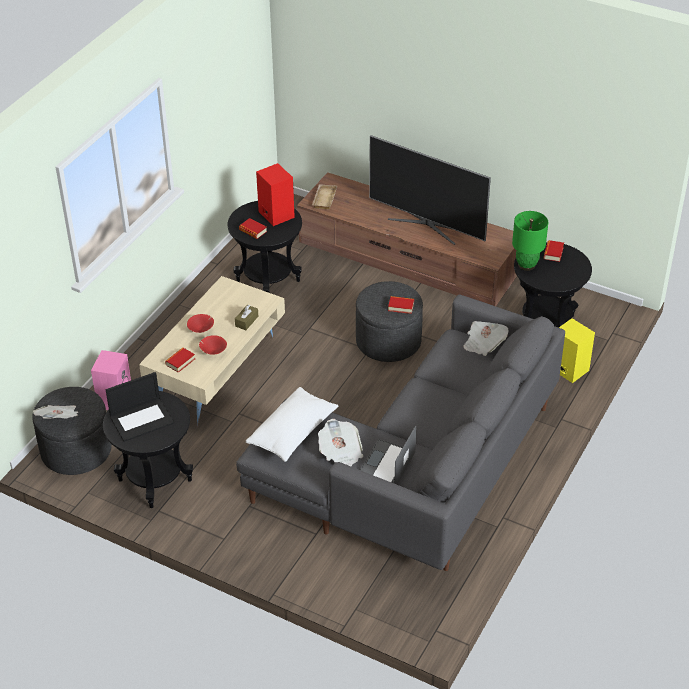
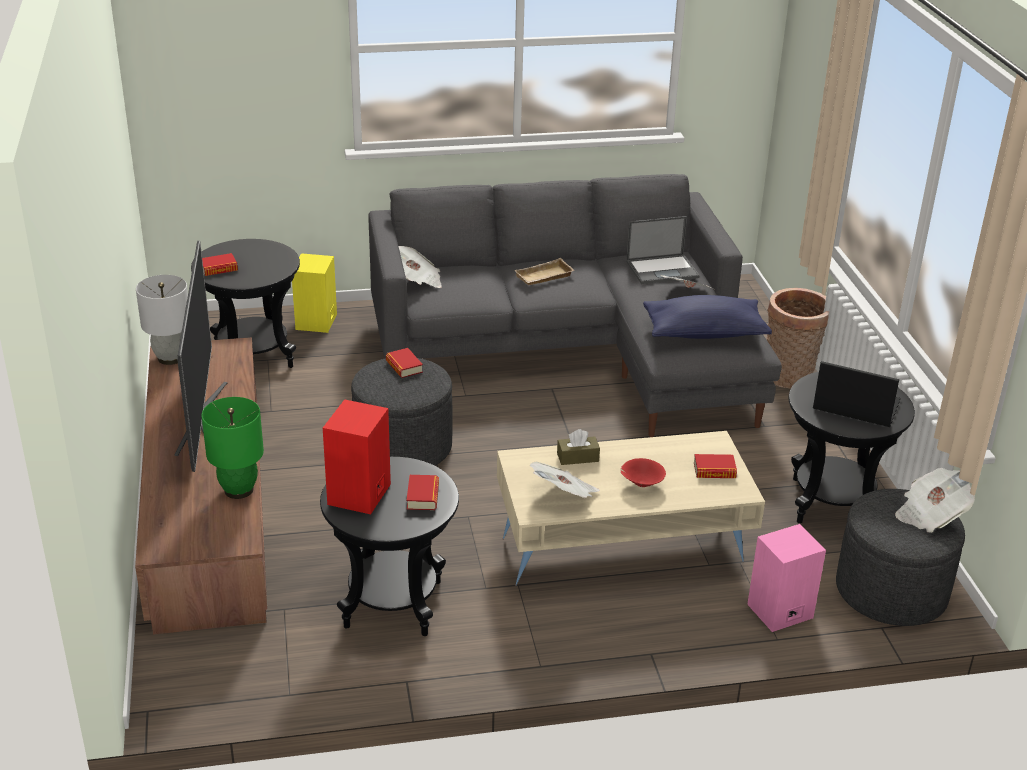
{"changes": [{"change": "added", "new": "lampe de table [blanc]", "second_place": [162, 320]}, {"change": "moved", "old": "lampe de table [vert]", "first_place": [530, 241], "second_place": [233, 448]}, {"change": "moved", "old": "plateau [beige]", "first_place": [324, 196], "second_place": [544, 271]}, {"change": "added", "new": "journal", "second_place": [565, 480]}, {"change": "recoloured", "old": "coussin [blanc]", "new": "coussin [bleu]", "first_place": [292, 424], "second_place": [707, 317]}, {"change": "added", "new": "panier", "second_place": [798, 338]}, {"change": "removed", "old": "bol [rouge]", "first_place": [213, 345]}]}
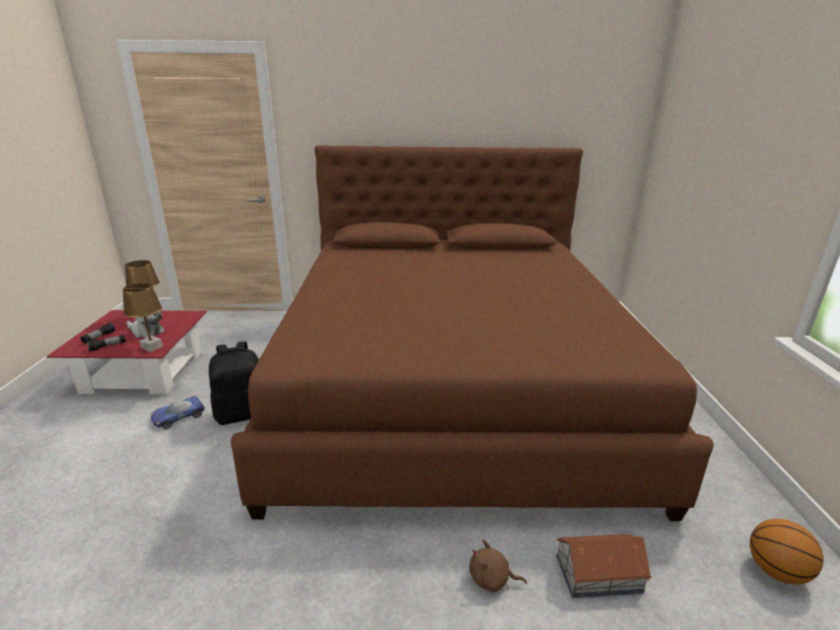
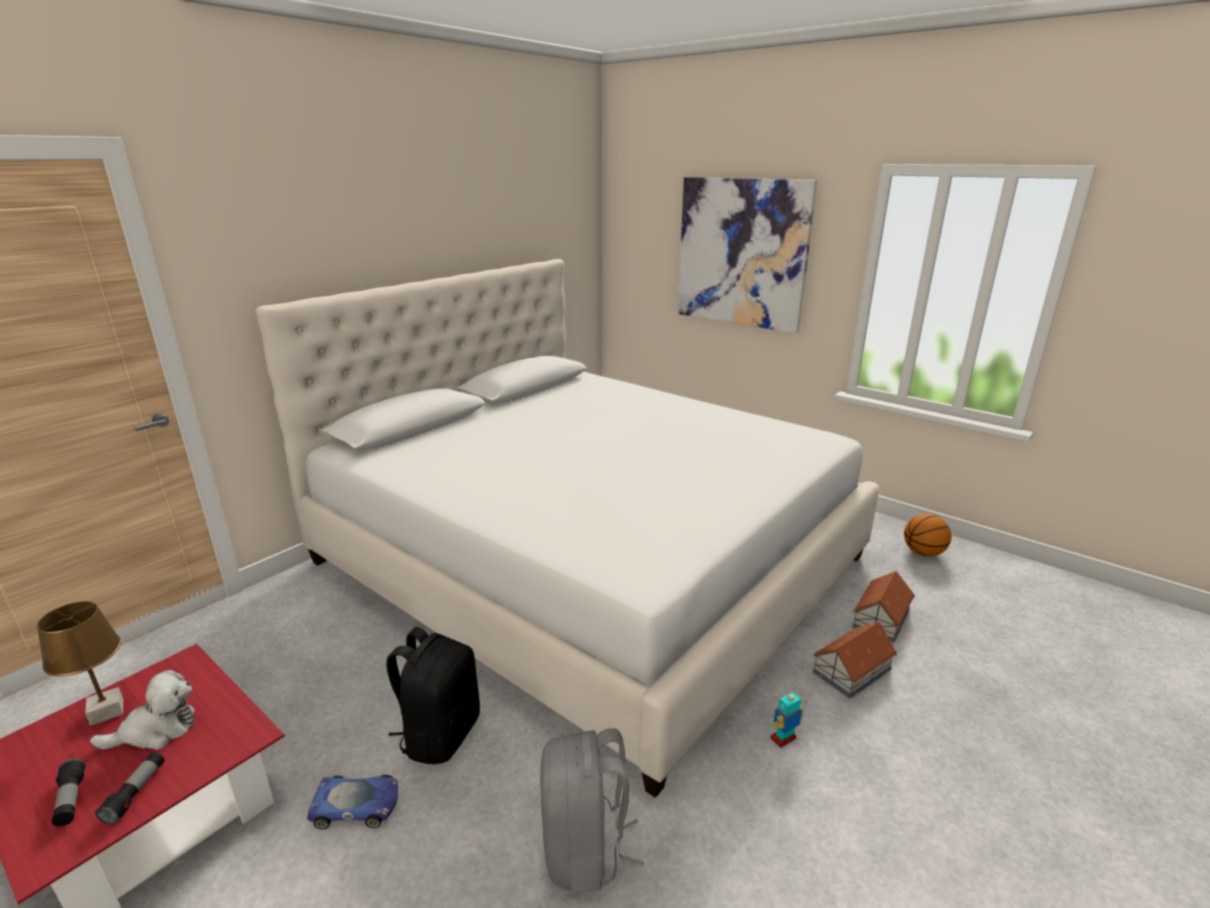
{"changes": [{"change": "recoloured", "old": "lit [marron]", "new": "lit [blanc]", "first_place": [472, 333], "second_place": [567, 528]}, {"change": "turned", "old": "petite voiture", "first_place": [178, 413], "second_place": [352, 802], "degrees": -90}, {"change": "added", "new": "sac à dos [gris]", "second_place": [592, 810]}, {"change": "added", "new": "tableau", "second_place": [747, 255]}, {"change": "added", "new": "robot jouet", "second_place": [787, 719]}, {"change": "replaced", "old": "peluche [marron]", "new": "maison miniature", "first_place": [498, 566], "second_place": [855, 660]}, {"change": "removed", "old": "lampe de table [marron]", "first_place": [143, 317]}]}
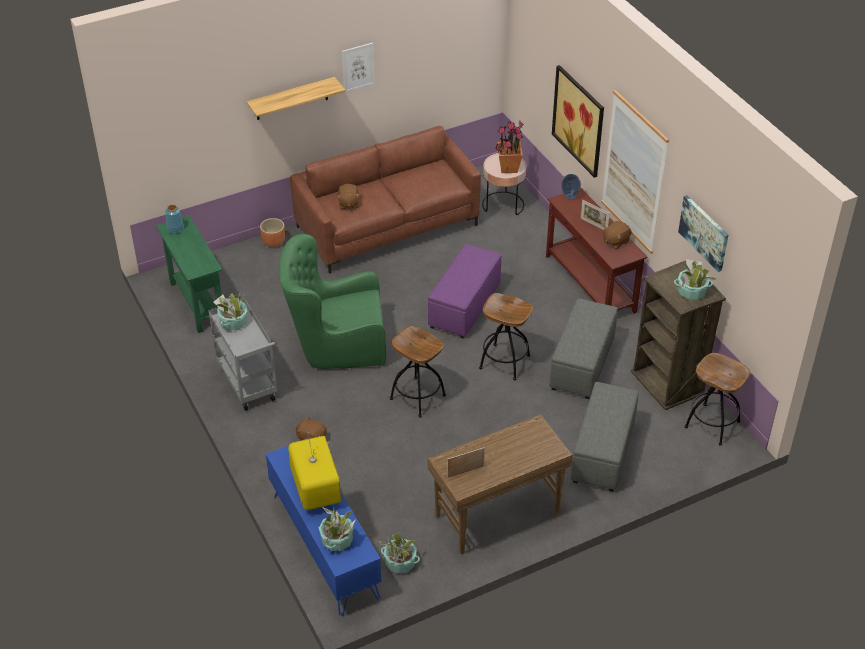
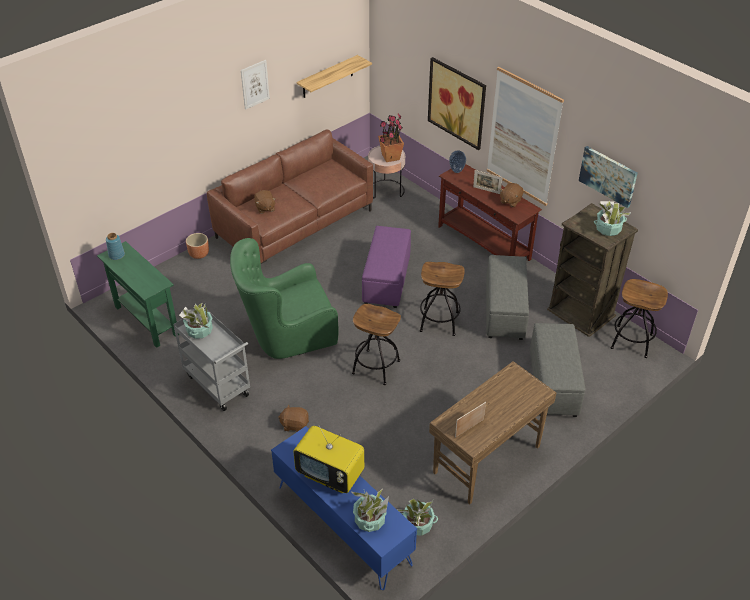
{"changes": [{"change": "turned", "old": "téléviseur", "first_place": [314, 471], "second_place": [328, 459], "degrees": 150}, {"change": "moved", "old": "étagère", "first_place": [296, 98], "second_place": [334, 76]}]}
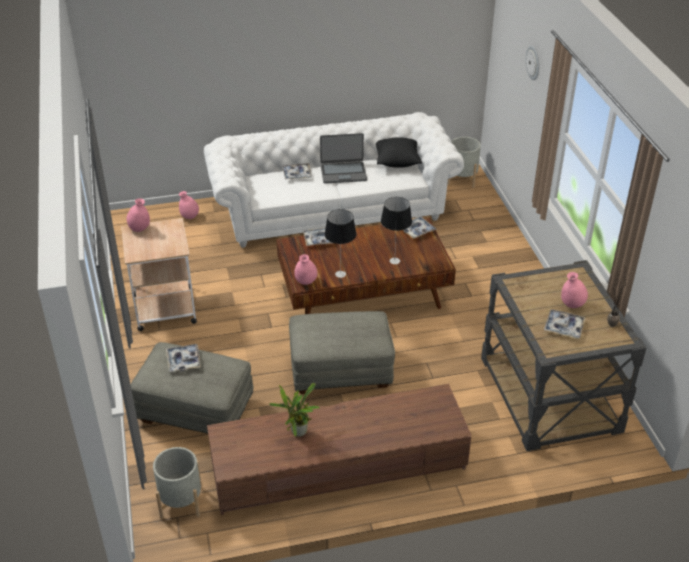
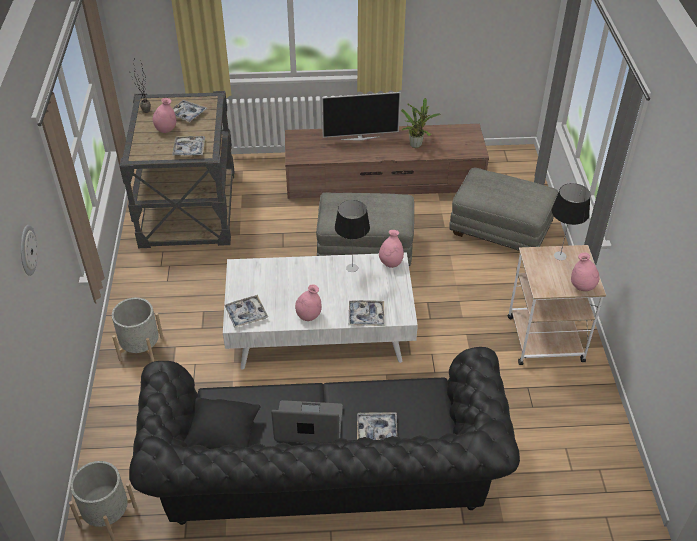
{"changes": [{"change": "moved", "old": "cache-pot [gris]", "first_place": [177, 483], "second_place": [138, 330]}, {"change": "recoloured", "old": "canapé [blanc]", "new": "canapé [noir]", "first_place": [334, 180], "second_place": [324, 436]}, {"change": "moved", "old": "plateau", "first_place": [183, 358], "second_place": [188, 146]}, {"change": "recoloured", "old": "table basse [marron]", "new": "table basse [blanc]", "first_place": [366, 266], "second_place": [320, 311]}, {"change": "moved", "old": "vase [rose]", "first_place": [189, 205], "second_place": [308, 303]}, {"change": "added", "new": "téléviseur", "second_place": [361, 116]}, {"change": "moved", "old": "lampe de table", "first_place": [396, 230], "second_place": [571, 221]}]}
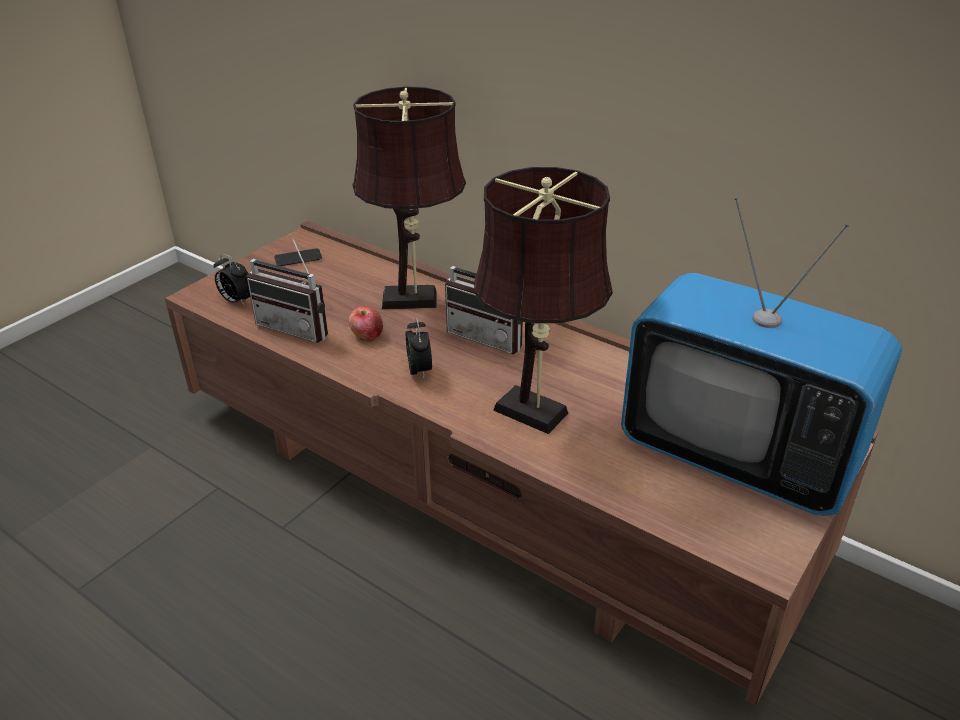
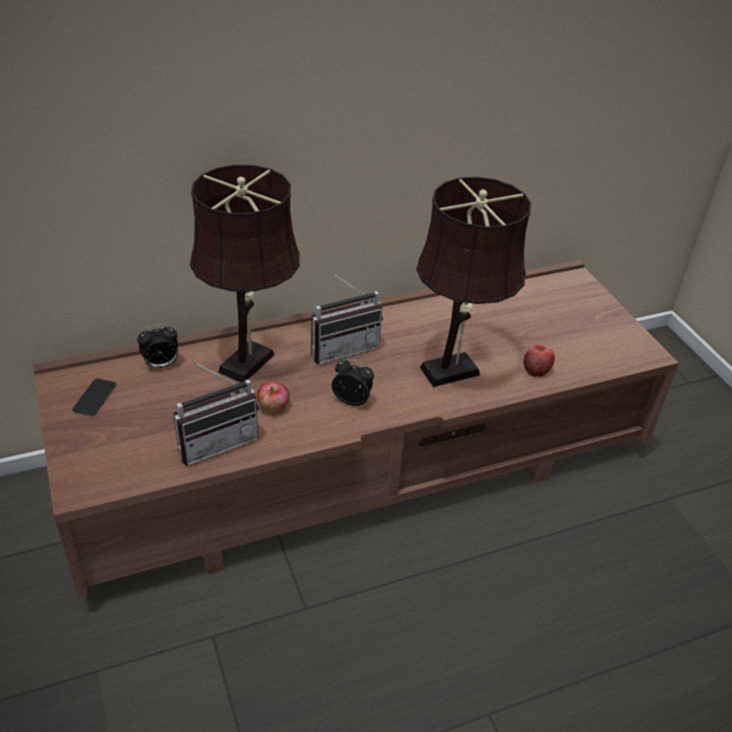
{"changes": [{"change": "moved", "old": "réveil", "first_place": [232, 280], "second_place": [157, 346]}, {"change": "added", "new": "pomme", "second_place": [539, 361]}, {"change": "removed", "old": "téléviseur", "first_place": [761, 356]}]}
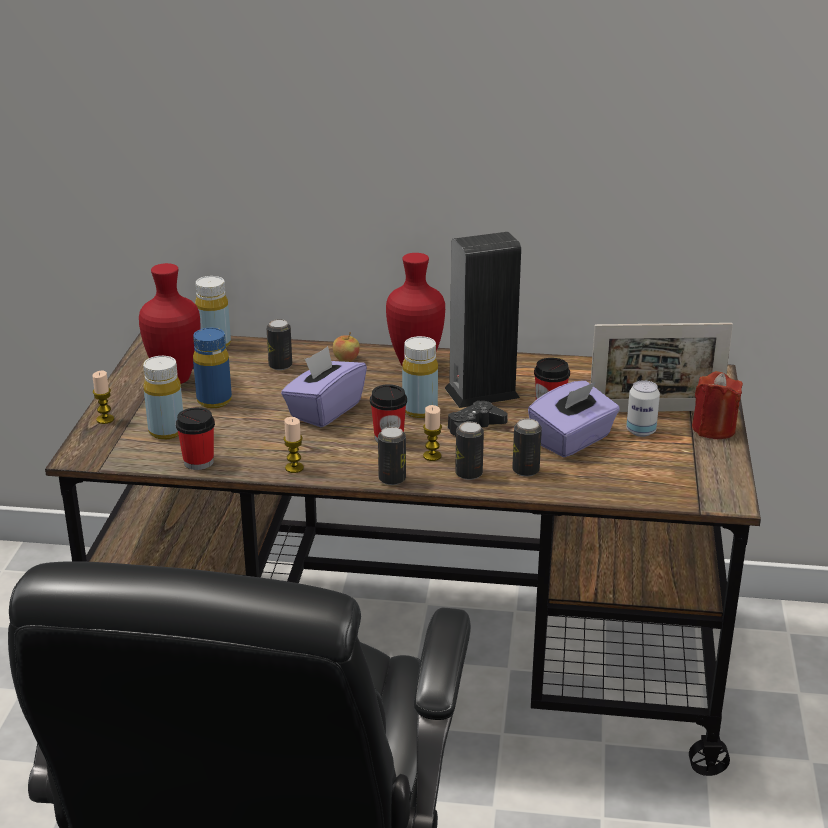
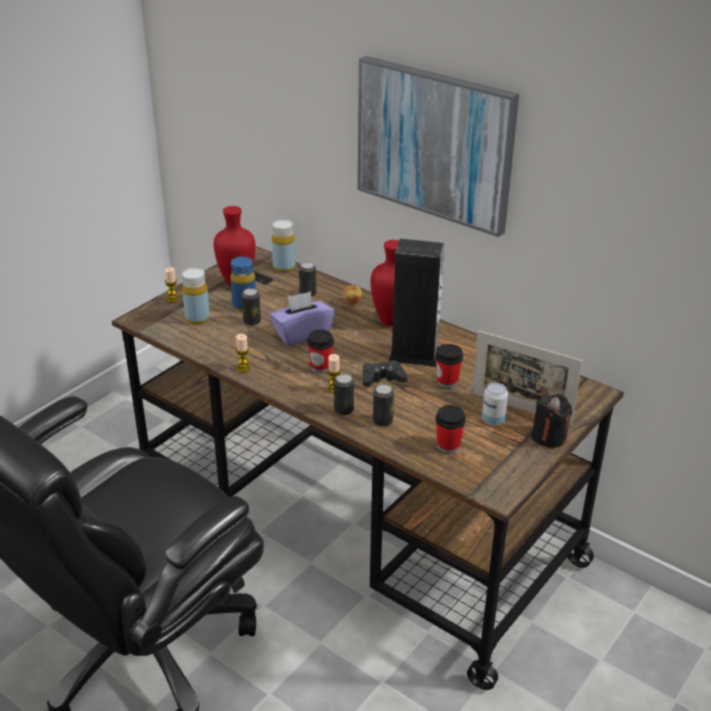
{"changes": [{"change": "moved", "old": "boîte métallique", "first_place": [392, 456], "second_place": [251, 307]}, {"change": "added", "new": "tableau", "second_place": [438, 146]}, {"change": "moved", "old": "tasse", "first_place": [195, 438], "second_place": [450, 429]}, {"change": "recoloured", "old": "bougie [rouge]", "new": "bougie [noir]", "first_place": [717, 405], "second_place": [551, 421]}, {"change": "removed", "old": "bouteille [jaune]", "first_place": [420, 377]}, {"change": "removed", "old": "boîte à mouchoirs [violet]", "first_place": [574, 419]}]}
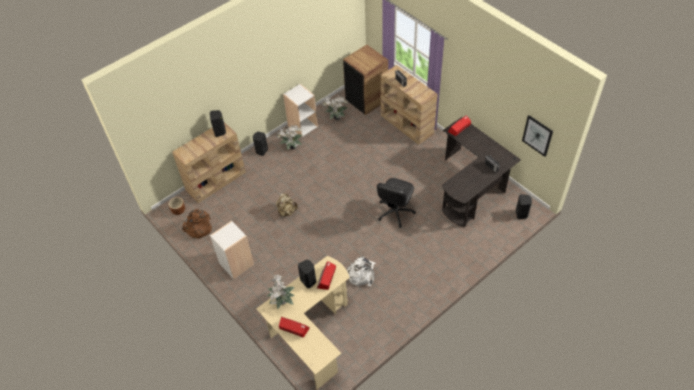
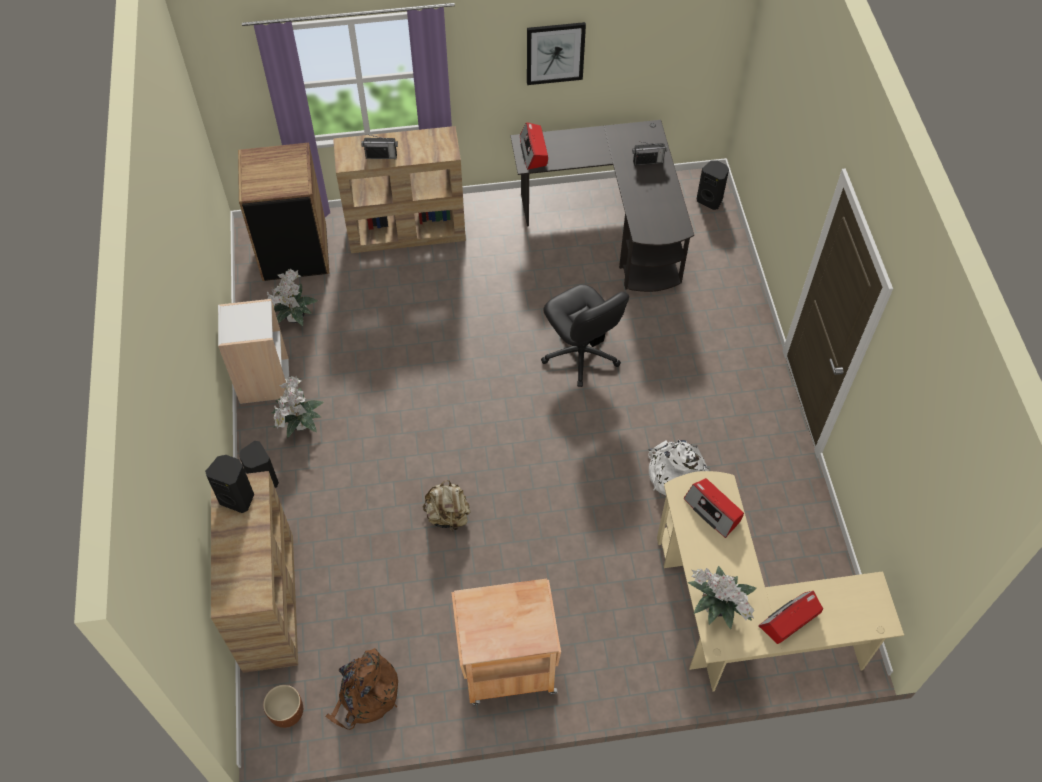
{"changes": [{"change": "replaced", "old": "bibliothèque", "new": "chariot [marron]", "first_place": [232, 250], "second_place": [506, 642]}, {"change": "moved", "old": "tableau", "first_place": [537, 136], "second_place": [556, 53]}, {"change": "removed", "old": "enceinte [noir]", "first_place": [307, 274]}]}
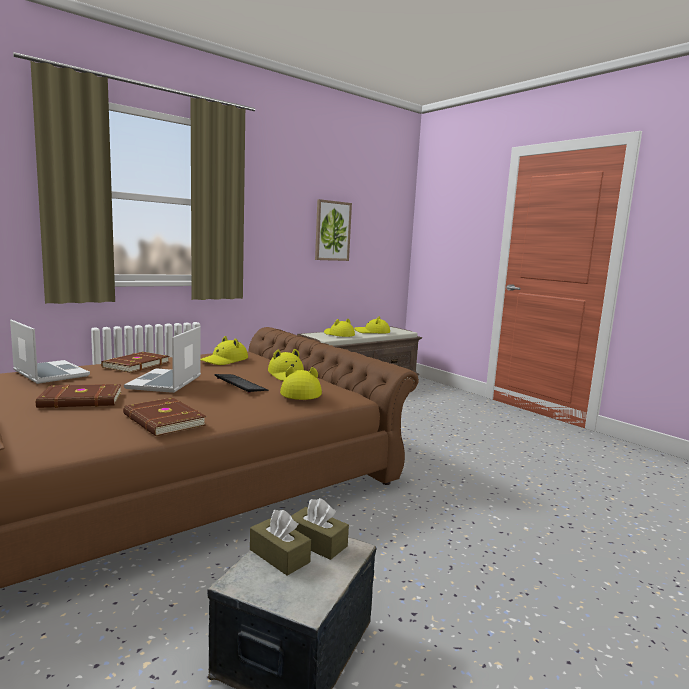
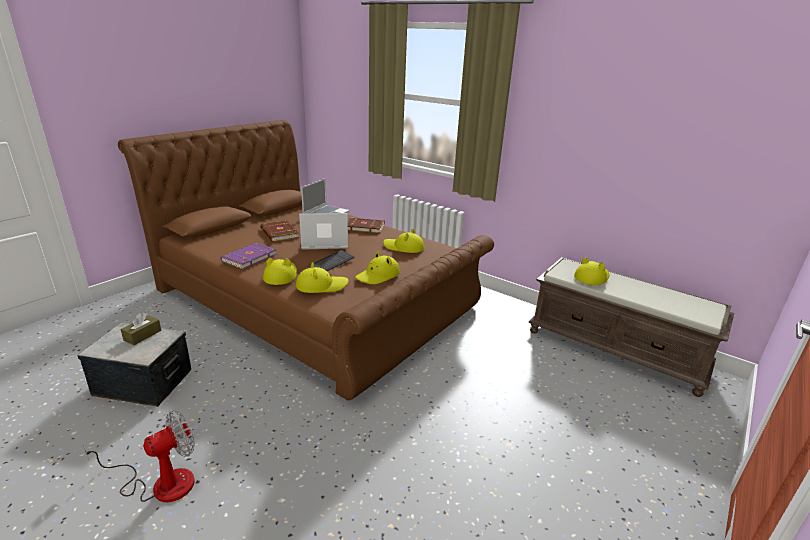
{"changes": [{"change": "added", "new": "ventilateur", "second_place": [139, 456]}, {"change": "recoloured", "old": "livre [marron]", "new": "livre [violet]", "first_place": [164, 416], "second_place": [249, 256]}, {"change": "moved", "old": "chapeau [jaune]", "first_place": [372, 324], "second_place": [280, 271]}, {"change": "removed", "old": "boîte à mouchoirs [marron]", "first_place": [320, 529]}, {"change": "removed", "old": "tableau", "first_place": [333, 230]}]}
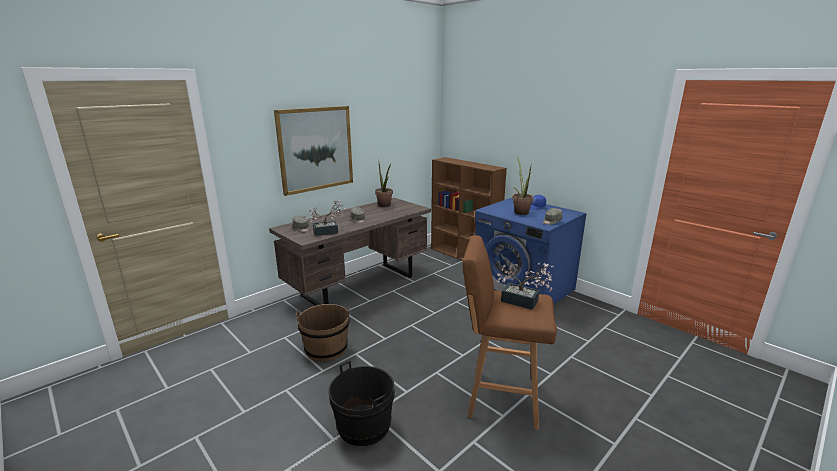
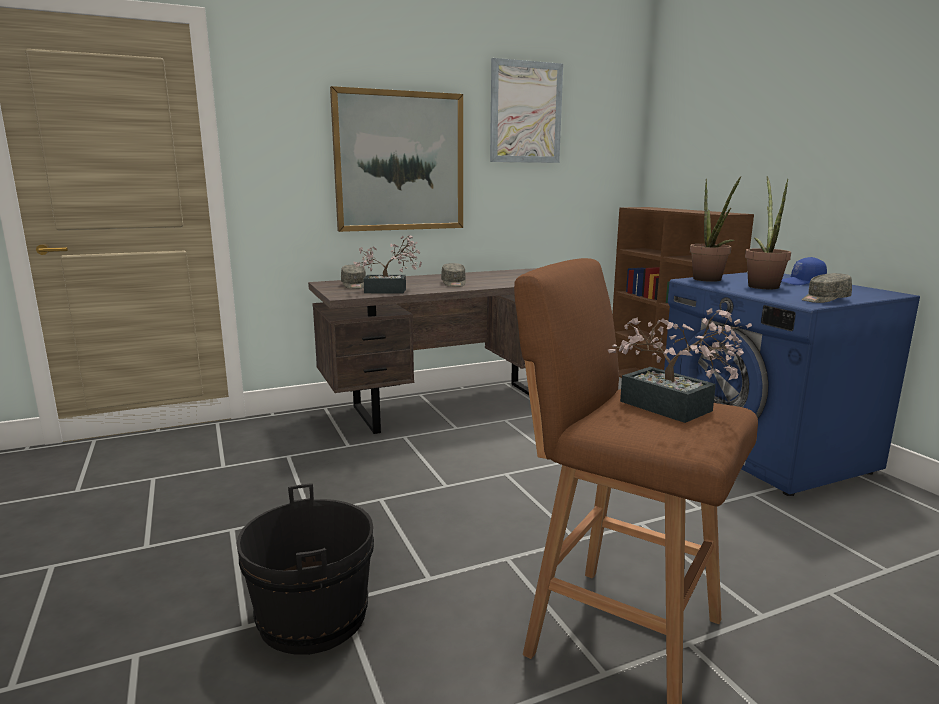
{"changes": [{"change": "added", "new": "tableau", "second_place": [526, 110]}, {"change": "moved", "old": "plante en pot", "first_place": [384, 185], "second_place": [716, 229]}, {"change": "removed", "old": "seau [marron]", "first_place": [323, 333]}]}
